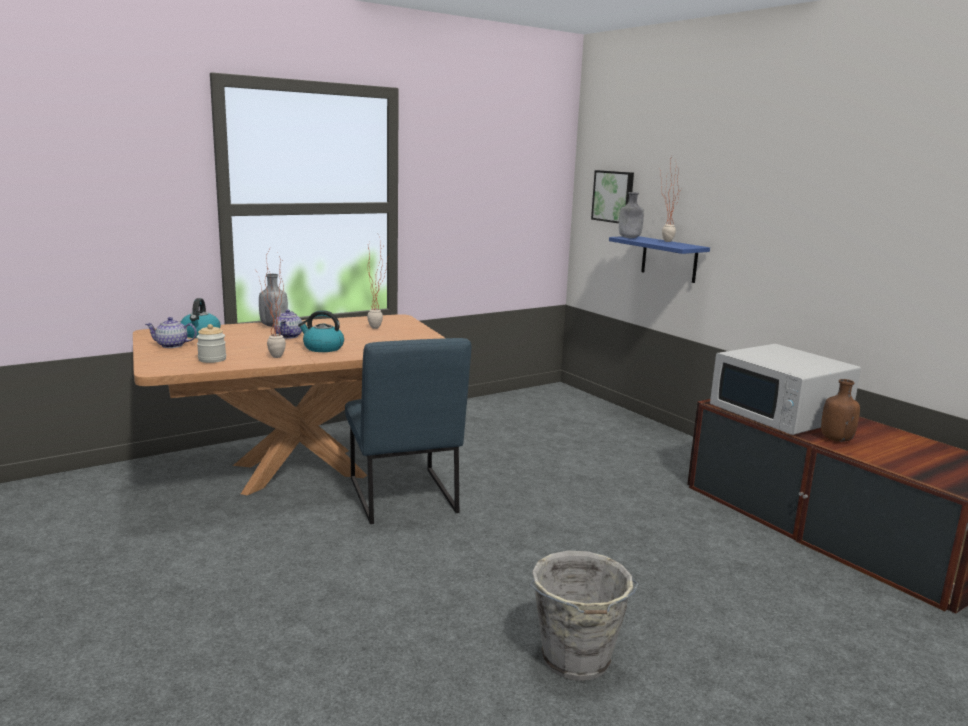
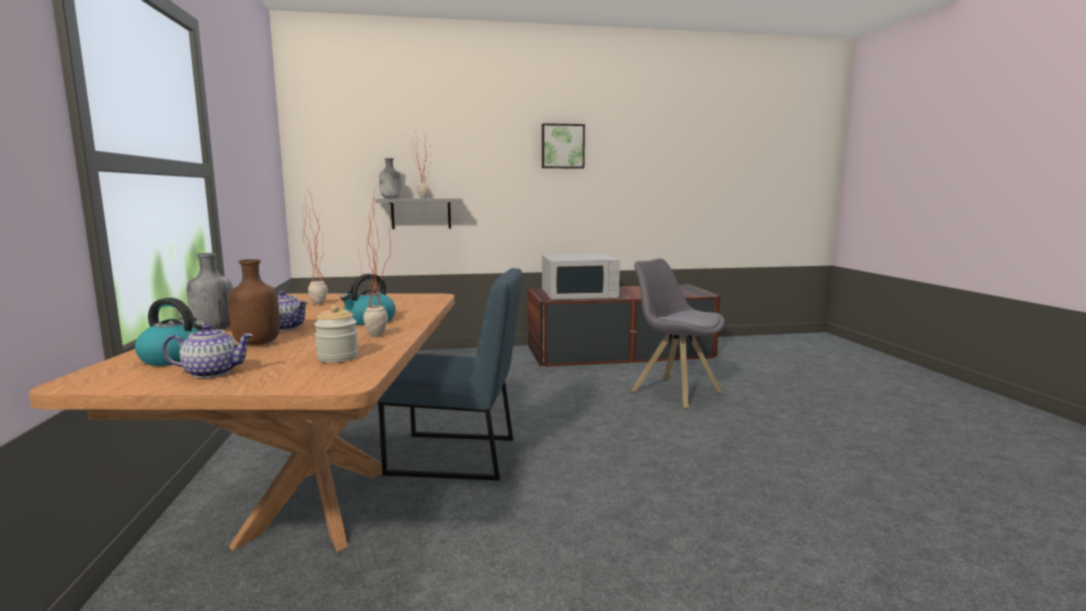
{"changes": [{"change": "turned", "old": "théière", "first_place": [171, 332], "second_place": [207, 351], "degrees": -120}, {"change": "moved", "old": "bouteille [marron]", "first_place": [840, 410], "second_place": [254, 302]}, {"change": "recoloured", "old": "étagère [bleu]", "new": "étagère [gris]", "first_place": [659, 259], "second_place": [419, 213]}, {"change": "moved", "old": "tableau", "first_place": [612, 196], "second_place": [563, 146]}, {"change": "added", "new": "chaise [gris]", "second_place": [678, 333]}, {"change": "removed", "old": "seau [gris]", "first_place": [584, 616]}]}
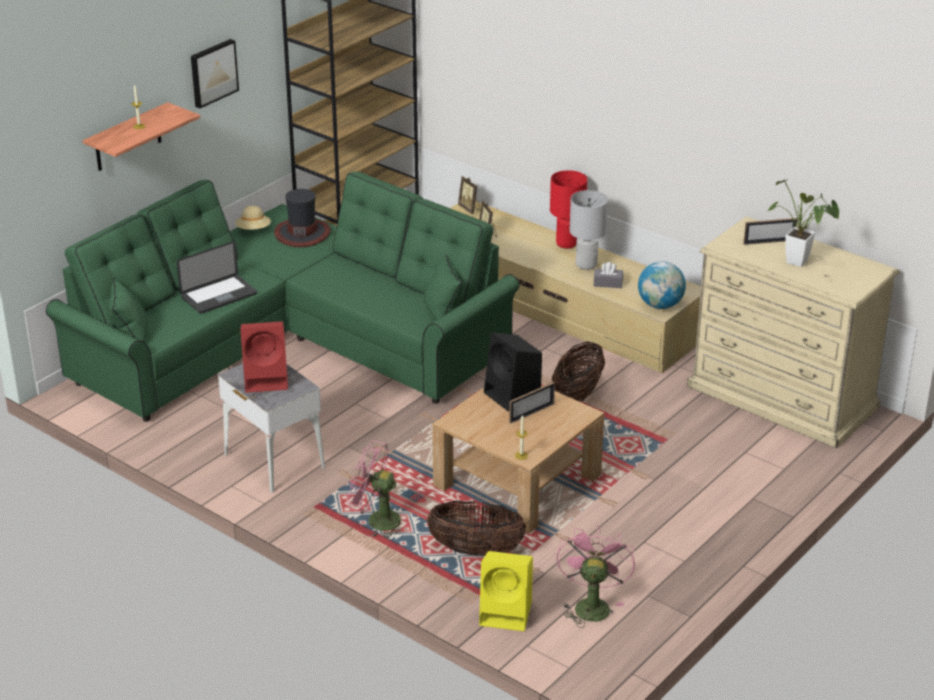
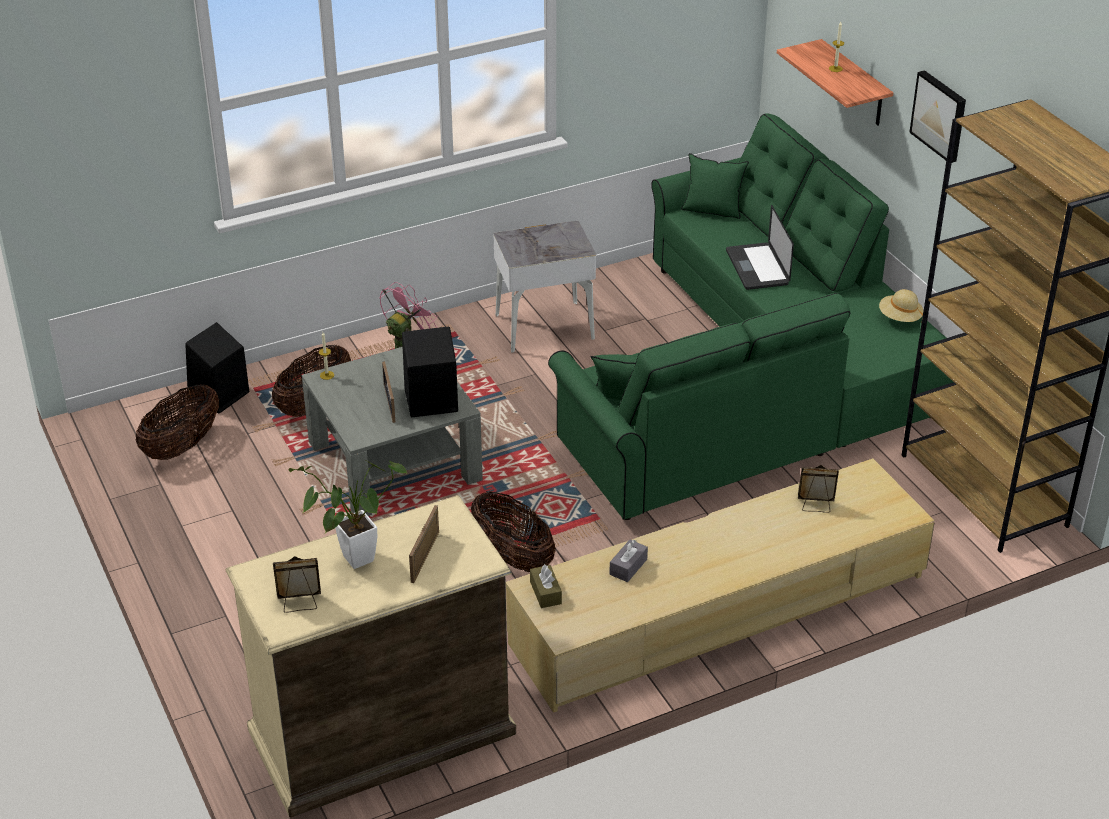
{"changes": [{"change": "replaced", "old": "ventilateur [rose]", "new": "panier", "first_place": [595, 577], "second_place": [177, 422]}, {"change": "recoloured", "old": "enceinte [jaune]", "new": "enceinte [noir]", "first_place": [506, 591], "second_place": [217, 368]}, {"change": "moved", "old": "cadre photo", "first_place": [469, 195], "second_place": [297, 584]}, {"change": "recoloured", "old": "table basse [marron]", "new": "table basse [gris]", "first_place": [518, 459], "second_place": [392, 431]}, {"change": "replaced", "old": "globe", "new": "boîte à mouchoirs [marron]", "first_place": [662, 285], "second_place": [546, 586]}, {"change": "removed", "old": "enceinte [rouge]", "first_place": [264, 357]}, {"change": "removed", "old": "chapeau", "first_place": [302, 218]}, {"change": "removed", "old": "lampe de table [rouge]", "first_place": [568, 209]}, {"change": "removed", "old": "lampe de table [gris]", "first_place": [588, 230]}]}
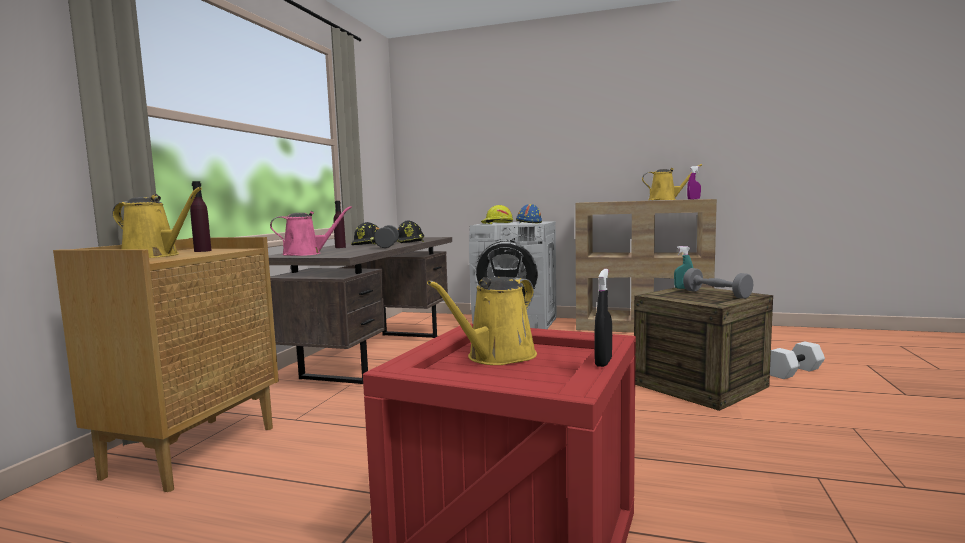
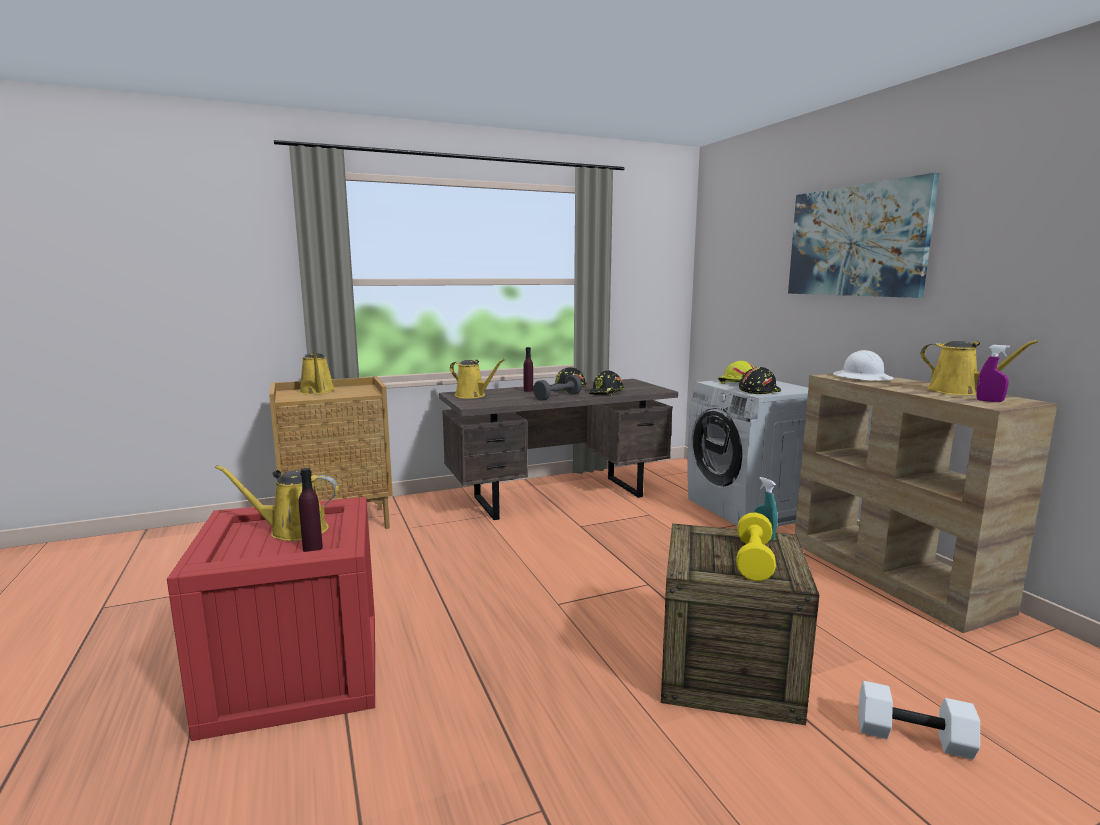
{"changes": [{"change": "moved", "old": "bouteille [violet]", "first_place": [201, 216], "second_place": [311, 510]}, {"change": "recoloured", "old": "arrosoir [rose]", "new": "arrosoir [jaune]", "first_place": [311, 231], "second_place": [477, 379]}, {"change": "recoloured", "old": "haltère [gris]", "new": "haltère [jaune]", "first_place": [718, 283], "second_place": [756, 547]}, {"change": "recoloured", "old": "casque de chantier [bleu]", "new": "casque de chantier [noir]", "first_place": [529, 214], "second_place": [760, 380]}, {"change": "added", "new": "tableau", "second_place": [863, 235]}, {"change": "added", "new": "casque de chantier [blanc]", "second_place": [863, 365]}, {"change": "removed", "old": "vaporisateur [noir]", "first_place": [603, 318]}]}
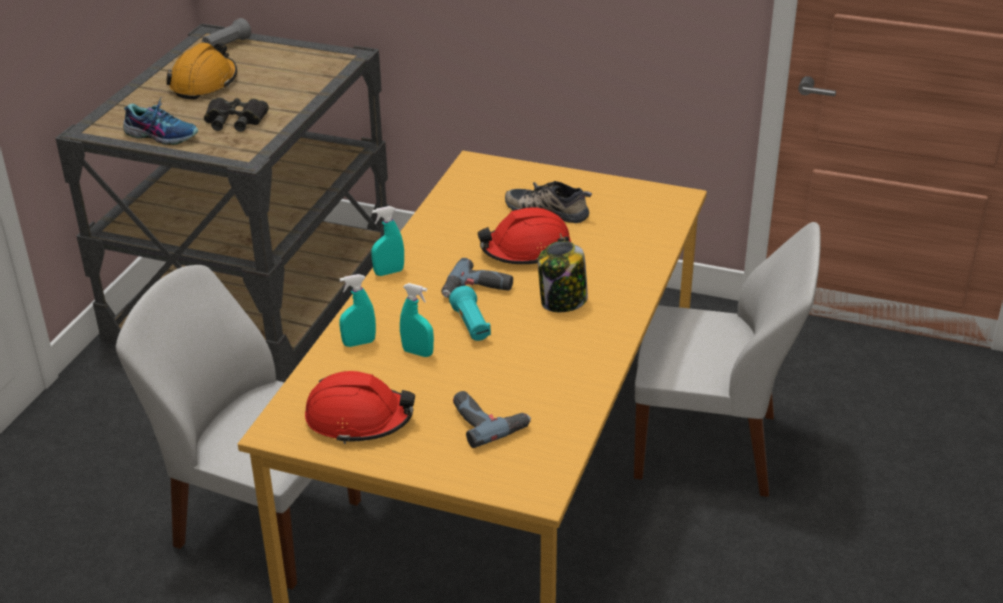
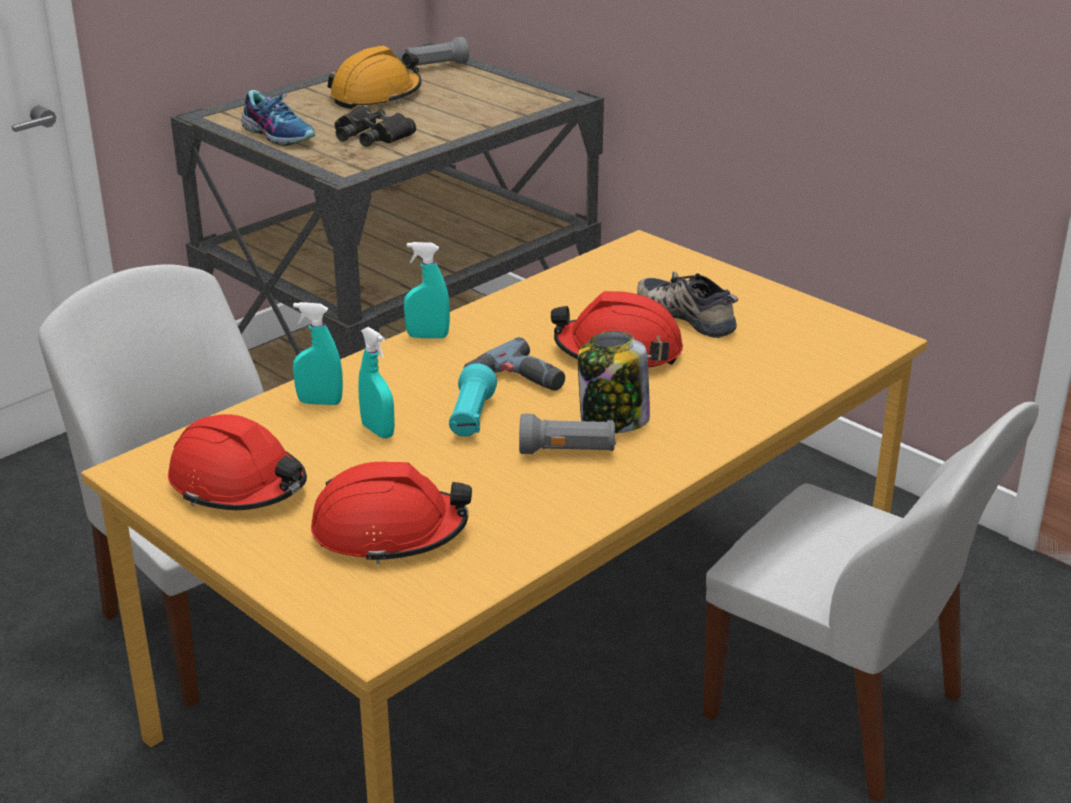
{"changes": [{"change": "replaced", "old": "perceuse", "new": "casque de chantier [rouge]", "first_place": [492, 419], "second_place": [391, 513]}, {"change": "added", "new": "lampe de poche [gris]", "second_place": [567, 434]}]}
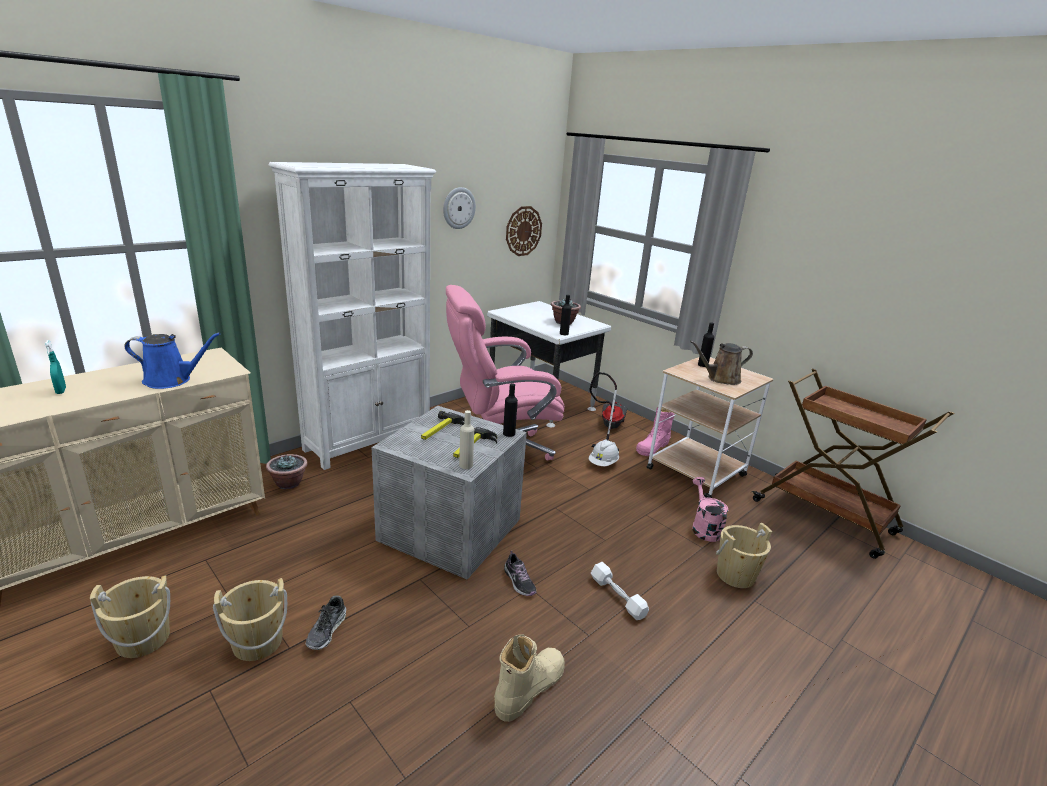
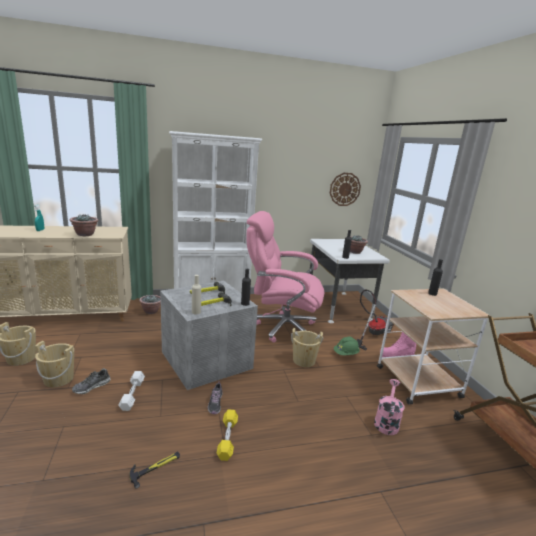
{"changes": [{"change": "replaced", "old": "arrosoir [bleu]", "new": "plante en pot", "first_place": [172, 361], "second_place": [83, 225]}, {"change": "moved", "old": "haltère [blanc]", "first_place": [620, 591], "second_place": [131, 391]}, {"change": "replaced", "old": "botte [beige]", "new": "marteau", "first_place": [529, 678], "second_place": [154, 470]}, {"change": "added", "new": "haltère [jaune]", "second_place": [227, 435]}, {"change": "moved", "old": "seau [beige]", "first_place": [744, 555], "second_place": [307, 347]}, {"change": "recoloured", "old": "casque de chantier [blanc]", "new": "casque de chantier [vert]", "first_place": [603, 453], "second_place": [347, 346]}, {"change": "removed", "old": "horloge murale", "first_place": [459, 208]}, {"change": "removed", "old": "arrosoir [marron]", "first_place": [721, 362]}]}
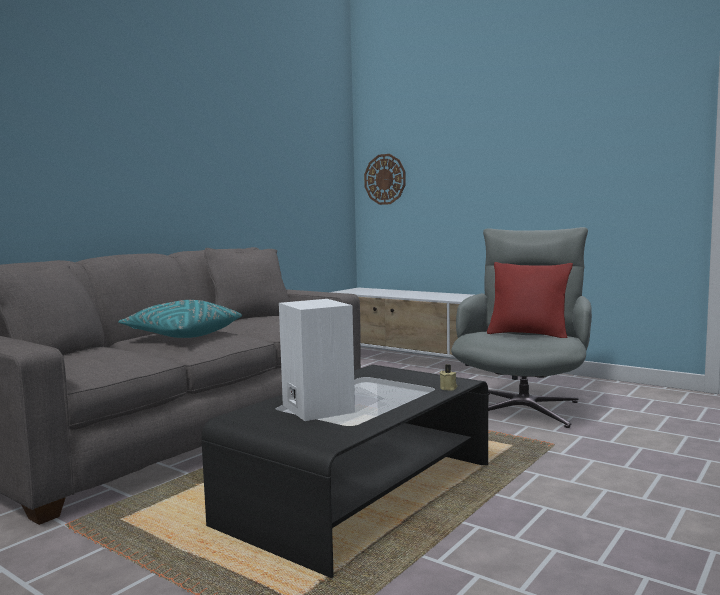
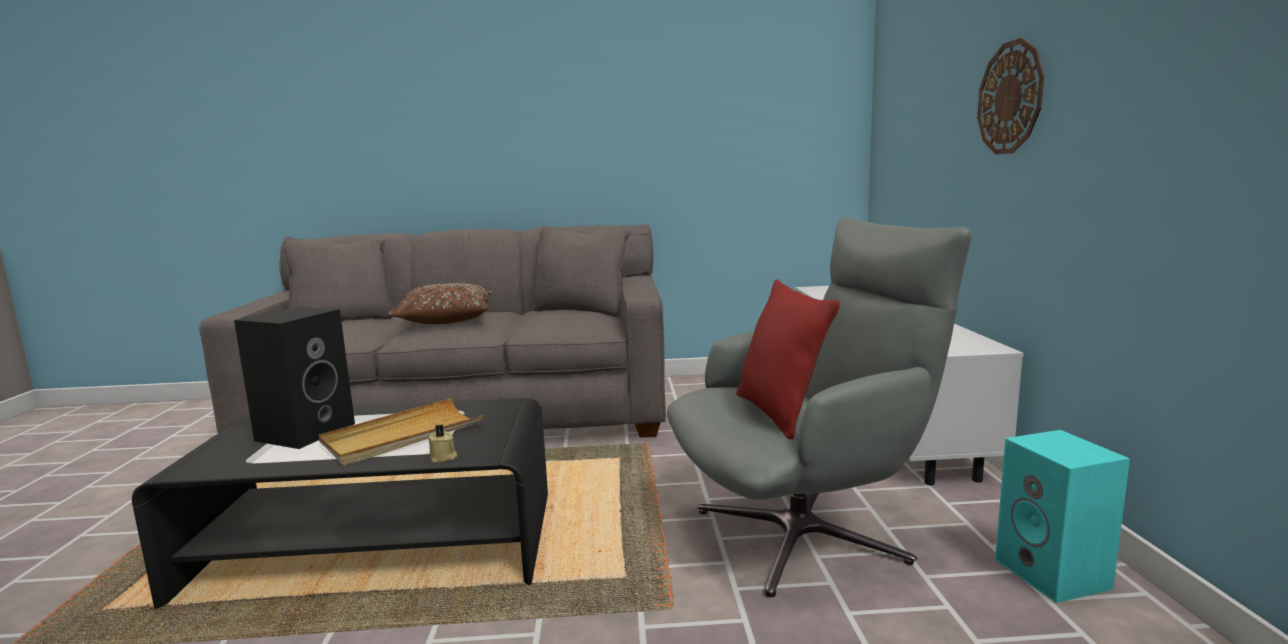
{"changes": [{"change": "recoloured", "old": "enceinte [blanc]", "new": "enceinte [noir]", "first_place": [317, 360], "second_place": [294, 378]}, {"change": "added", "new": "plateau [beige]", "second_place": [401, 432]}, {"change": "recoloured", "old": "coussin [turquoise]", "new": "coussin [marron]", "first_place": [180, 319], "second_place": [440, 303]}, {"change": "moved", "old": "horloge murale", "first_place": [385, 179], "second_place": [1010, 96]}, {"change": "added", "new": "enceinte [turquoise]", "second_place": [1062, 516]}]}
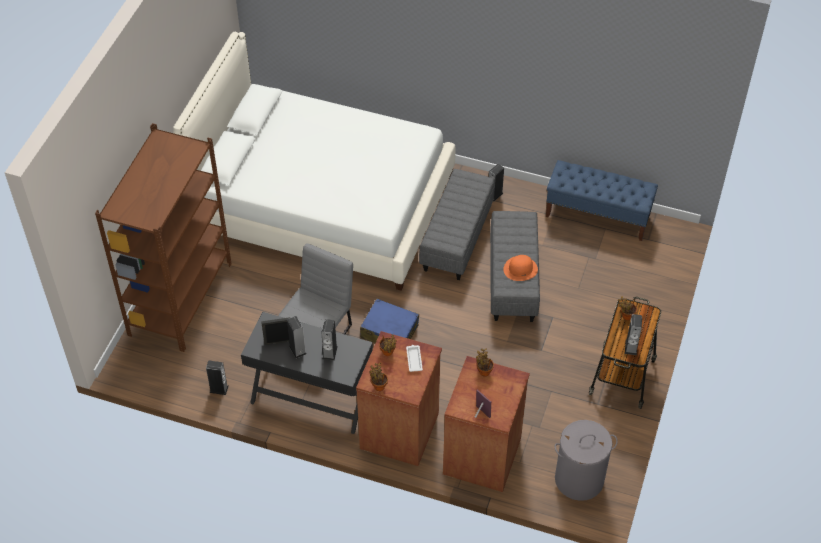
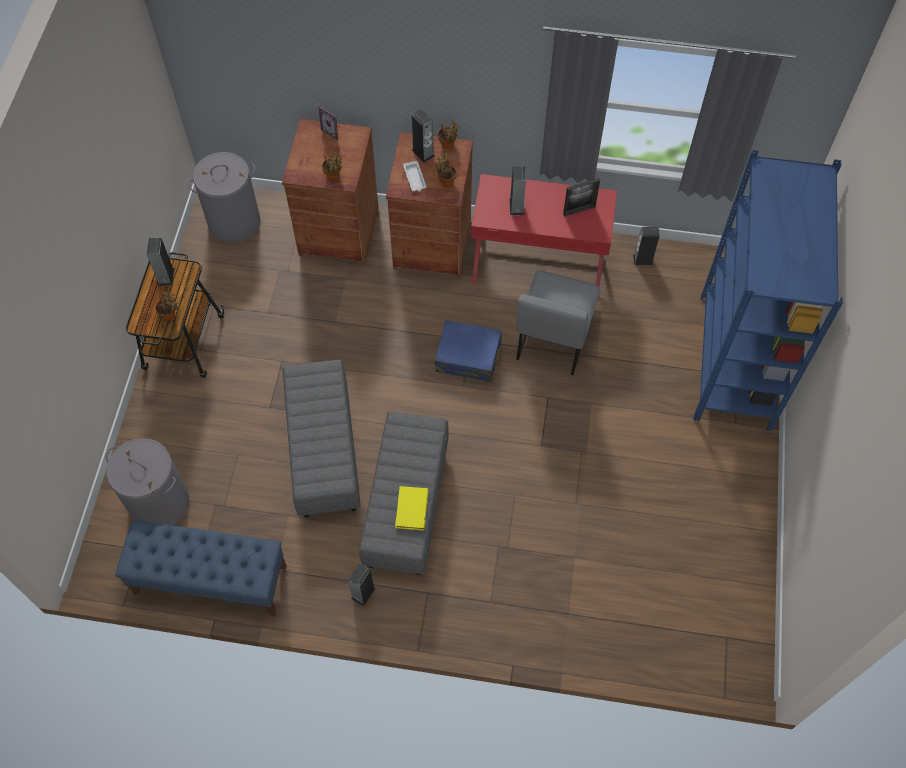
{"changes": [{"change": "added", "new": "panier à linge [gris]", "second_place": [147, 482]}, {"change": "added", "new": "livre [jaune]", "second_place": [411, 508]}, {"change": "moved", "old": "enceinte", "first_place": [297, 337], "second_place": [423, 136]}, {"change": "recoloured", "old": "bureau [noir]", "new": "bureau [rouge]", "first_place": [307, 373], "second_place": [544, 230]}, {"change": "recoloured", "old": "bibliothèque [marron]", "new": "bibliothèque [bleu]", "first_place": [163, 237], "second_place": [768, 290]}, {"change": "removed", "old": "lit [blanc]", "first_place": [314, 161]}, {"change": "removed", "old": "chapeau [orange]", "first_place": [520, 268]}]}
